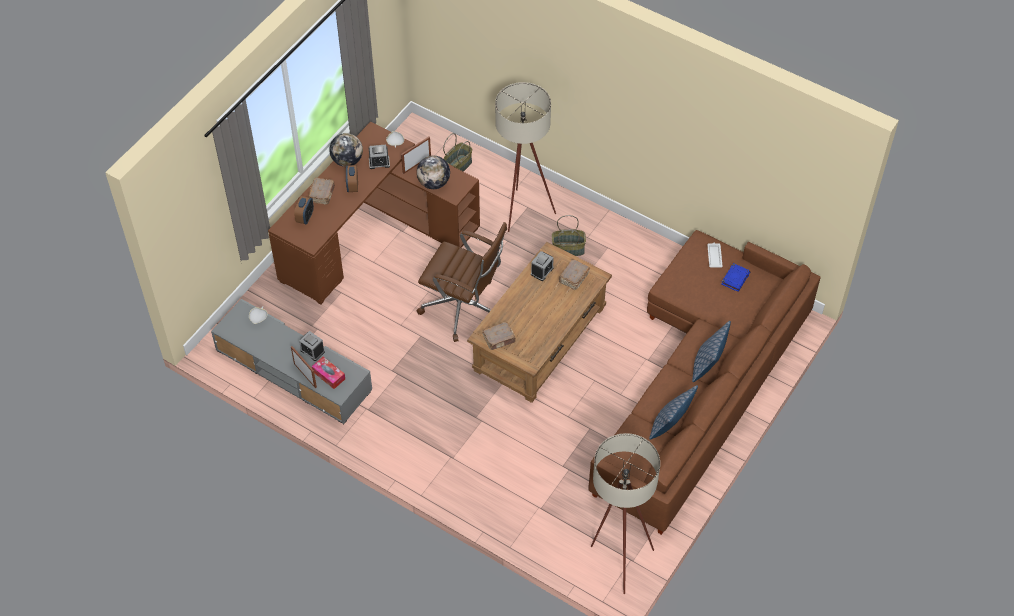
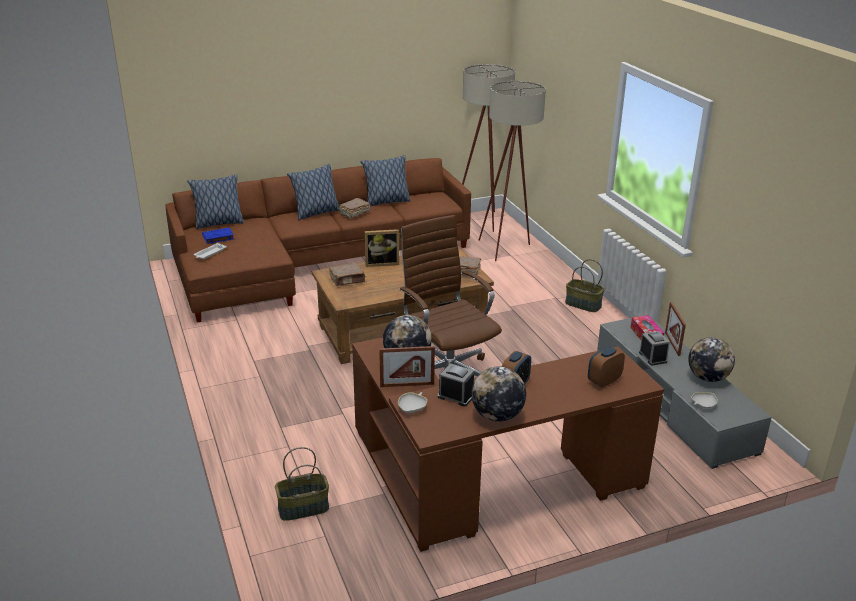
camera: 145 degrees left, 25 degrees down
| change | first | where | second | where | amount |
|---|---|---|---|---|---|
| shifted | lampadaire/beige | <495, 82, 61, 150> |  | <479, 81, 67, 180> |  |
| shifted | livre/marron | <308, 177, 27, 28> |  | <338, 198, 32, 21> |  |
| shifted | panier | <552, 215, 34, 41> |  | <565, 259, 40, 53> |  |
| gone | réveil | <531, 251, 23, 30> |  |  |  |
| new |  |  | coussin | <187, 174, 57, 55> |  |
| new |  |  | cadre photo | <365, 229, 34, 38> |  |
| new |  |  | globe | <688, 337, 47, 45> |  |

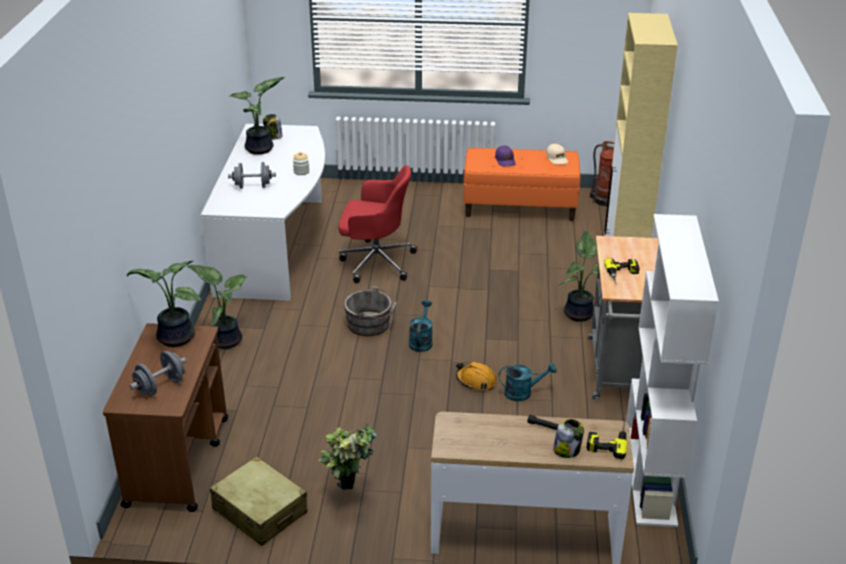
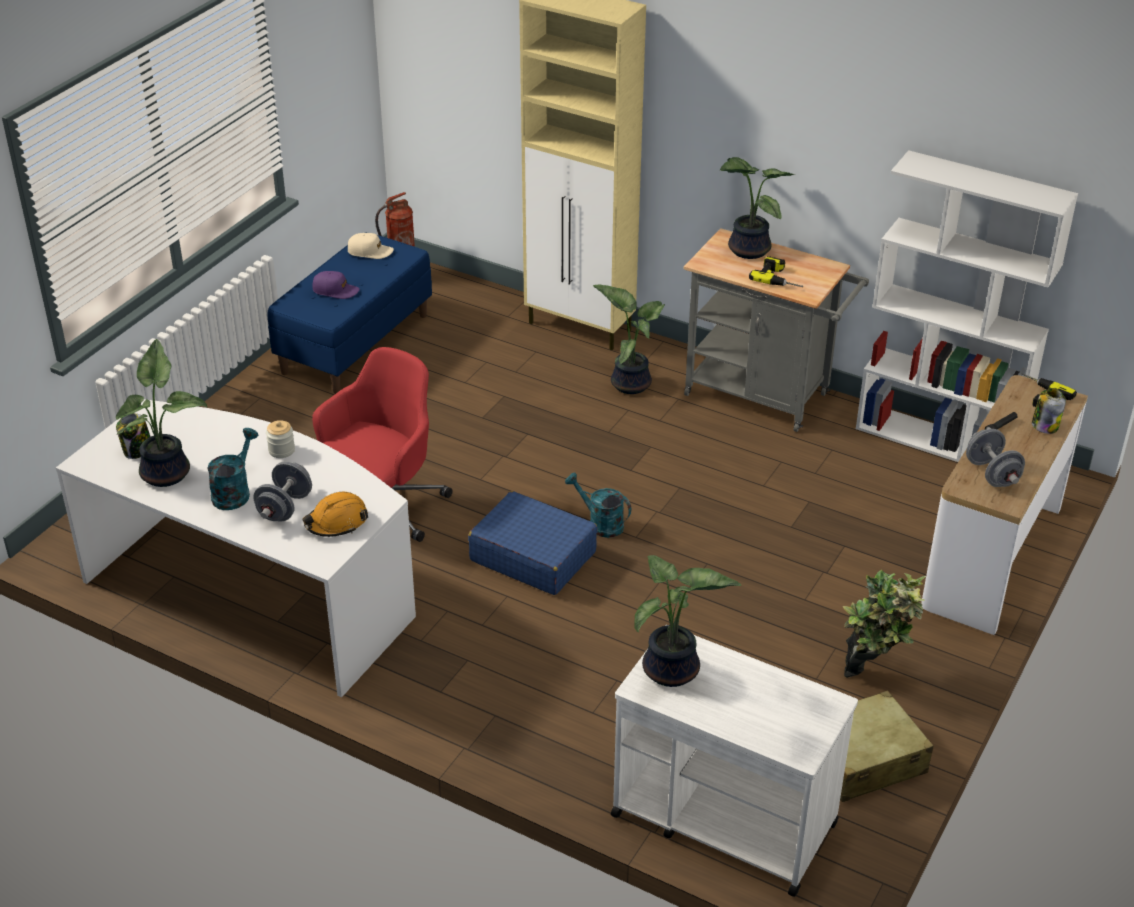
camera: 65 degrees left, 5 degrees up
| change | first | where | second | where | amount |
|---|---|---|---|---|---|
| repainted | banc/orange | <464, 148, 117, 73> | banc/bleu | <268, 232, 164, 162> |  |
| shifted | plante en pot | <187, 265, 60, 84> |  | <720, 157, 75, 102> |  |
| swapped | seau/gris | <344, 286, 53, 51> | valise/bleu | <468, 491, 130, 104> |  |
| repainted | chariot/marron | <103, 323, 125, 189> | chariot/blanc | <611, 625, 247, 272> |  |
| shifted | haltère/gris | <130, 351, 57, 45> |  | <966, 429, 59, 58> |  |
| shifted | casque de chantier/orange | <456, 362, 41, 28> |  | <303, 492, 65, 45> |  |
| shifted | arrosoir/turquoise | <499, 363, 58, 38> |  | <207, 428, 51, 82> |  |

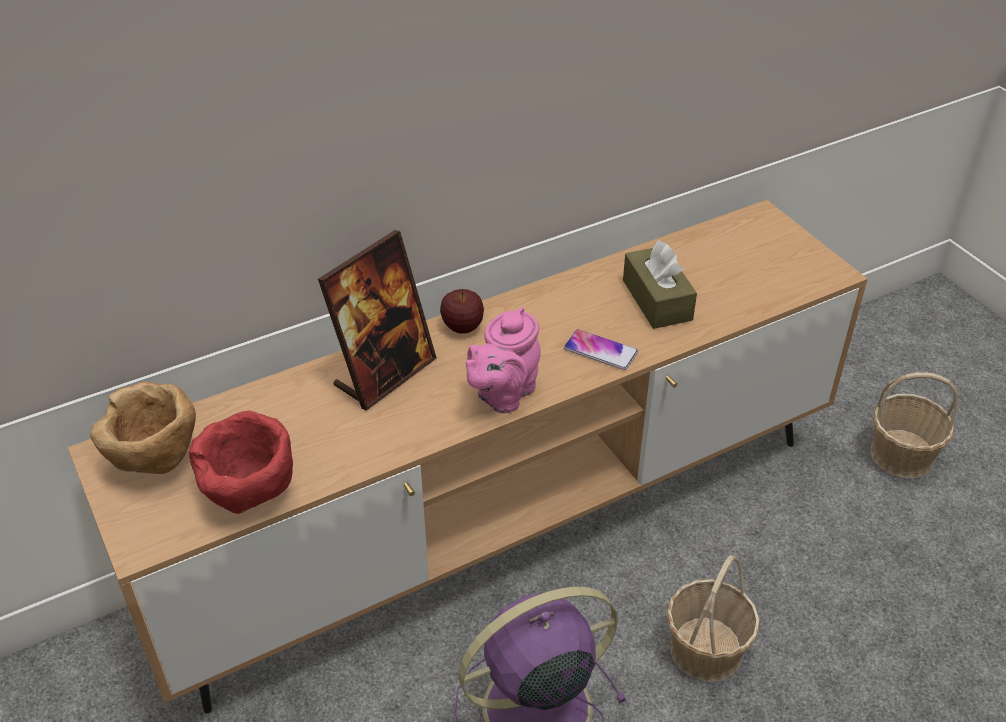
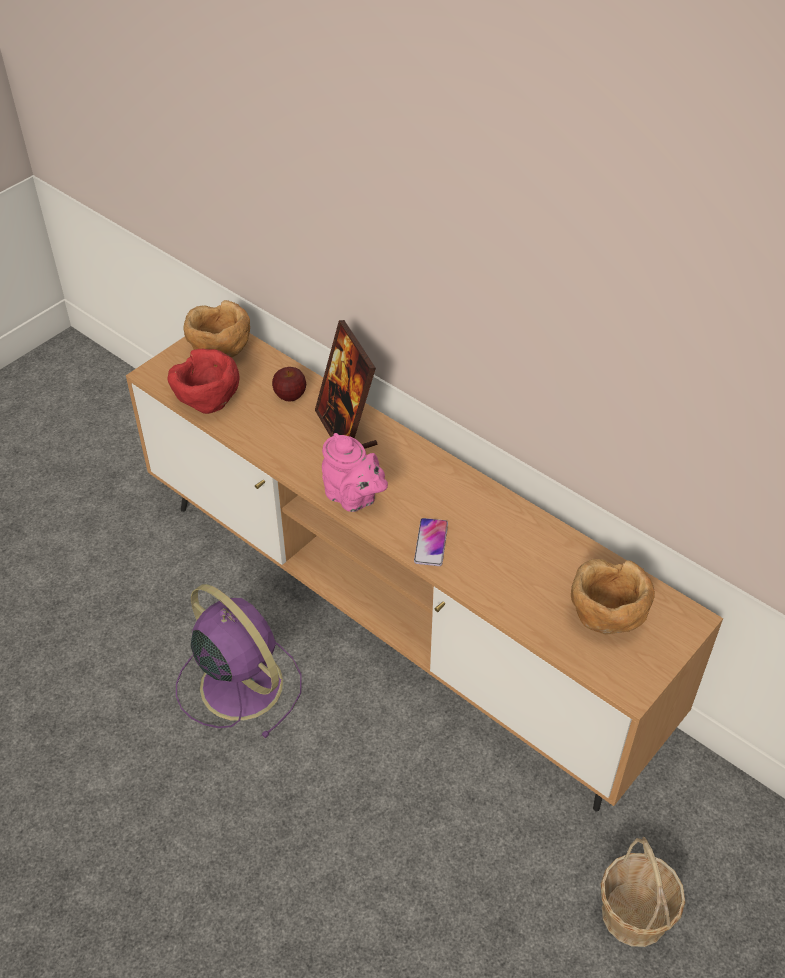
camera: 70 degrees right, 5 degrees up
| change | first | where | second | where | amount |
|---|---|---|---|---|---|
| rotated | cadre photo | <318, 230, 119, 181> |  | <315, 320, 62, 129> | 45 degrees clockwise |
| gone | boîte à mouchoirs/marron | <623, 240, 74, 89> |  |  |  |
| shifted | pomme | <440, 289, 44, 45> |  | <272, 367, 34, 34> |  |
| rotated | théière/rose | <465, 307, 75, 106> |  | <322, 433, 66, 79> | 150 degrees counterclockwise |
| gone | panier | <667, 555, 93, 127> |  |  |  |
| new |  |  | bol/marron | <571, 559, 84, 75> |  |

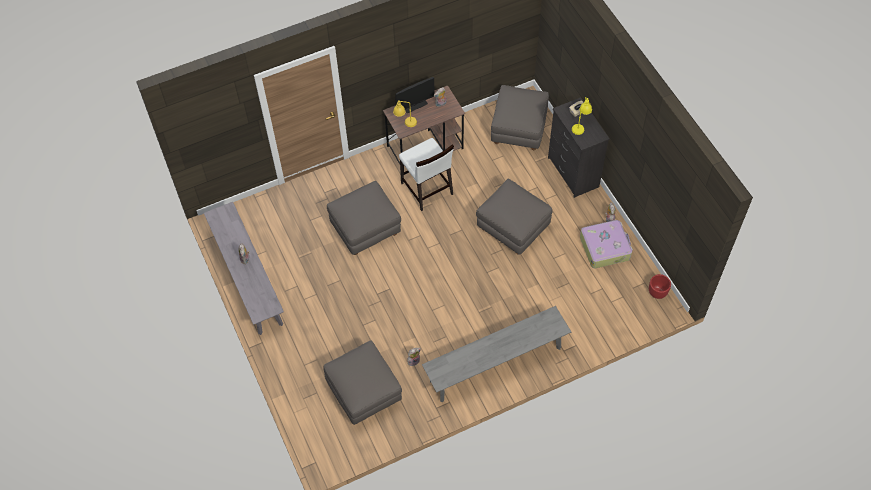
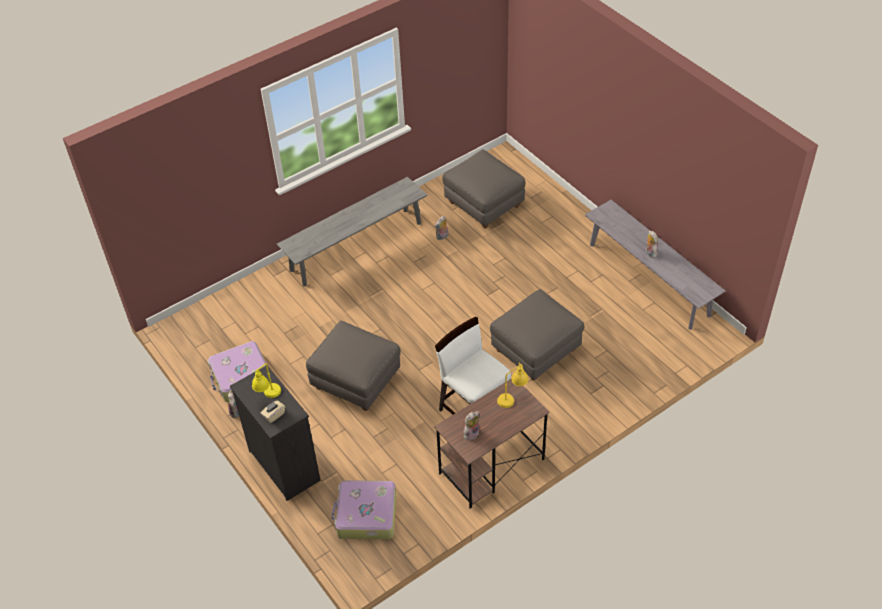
camera: 170 degrees right, 10 degrees down
| change | first | where | second | where | amount |
|---|---|---|---|---|---|
| gone | écran d'ordinateur | <395, 77, 40, 37> |  |  |  |
| swapped | pouf/gris | <491, 85, 58, 66> | valise | <331, 481, 65, 58> |  |
| gone | cache-pot/rouge | <649, 274, 22, 25> |  |  |  |

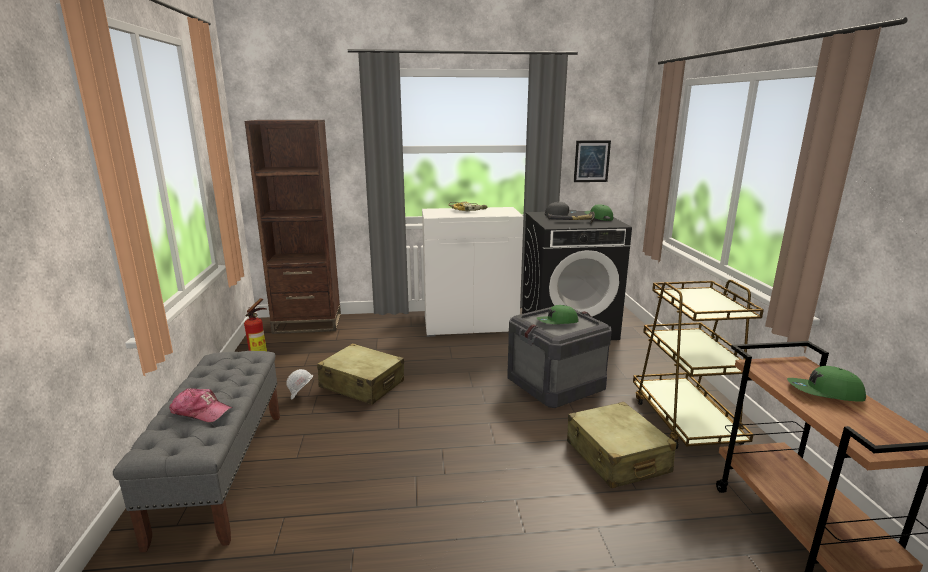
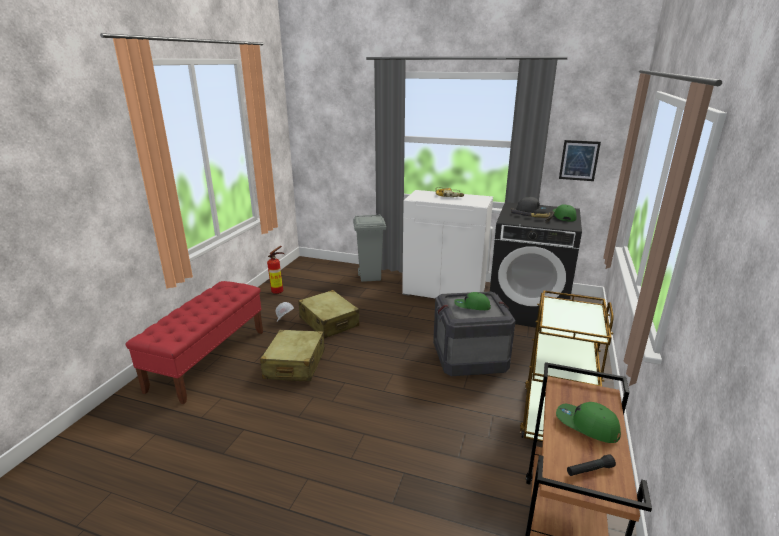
camera: 25 degrees right, 5 degrees up
| change | first | where | second | where | amount |
|---|---|---|---|---|---|
| gone | bibliothèque/marron | <245, 120, 96, 214> |  |  |  |
| repainted | banc/gris | <113, 351, 167, 202> | banc/rouge | <126, 281, 137, 123> |  |
| gone | casquette | <169, 388, 64, 34> |  |  |  |
| shifted | valise/beige | <567, 402, 109, 86> |  | <260, 330, 65, 52> |  |
| new |  |  | poubelle/gris | <353, 214, 33, 68> |  |
| new |  |  | lampe de poche/noir | <567, 454, 49, 22> |  |

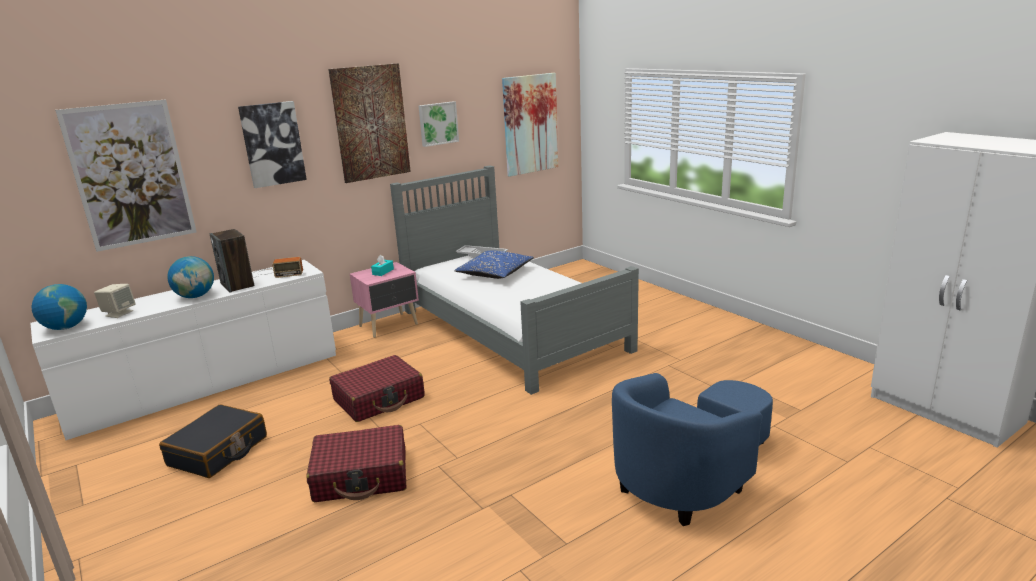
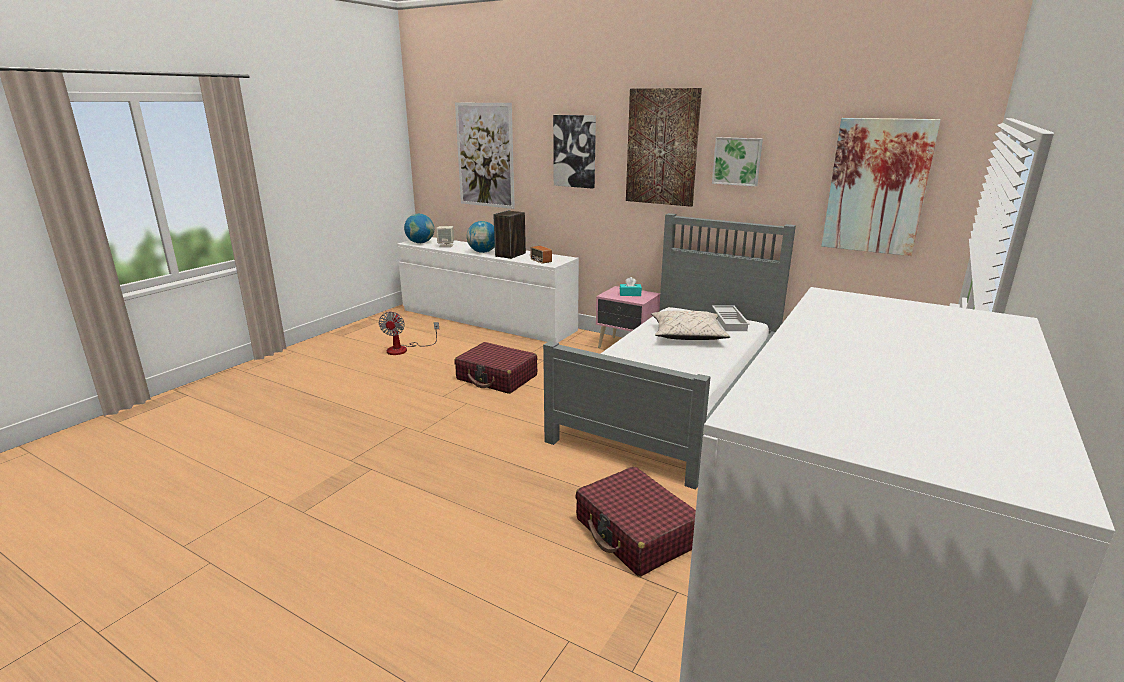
camera: 65 degrees right, 0 degrees up
| change | first | where | second | where | amount |
|---|---|---|---|---|---|
| repainted | coussin/bleu | <454, 251, 80, 28> | coussin/beige | <651, 310, 80, 30> |  |
| gone | fauteuil/bleu | <612, 373, 161, 153> |  |  |  |
| swapped | valise/noir | <159, 405, 108, 73> | ventilateur | <379, 312, 60, 43> |  |
| shifted | valise/rouge | <306, 425, 101, 77> |  | <576, 466, 120, 111> |  |

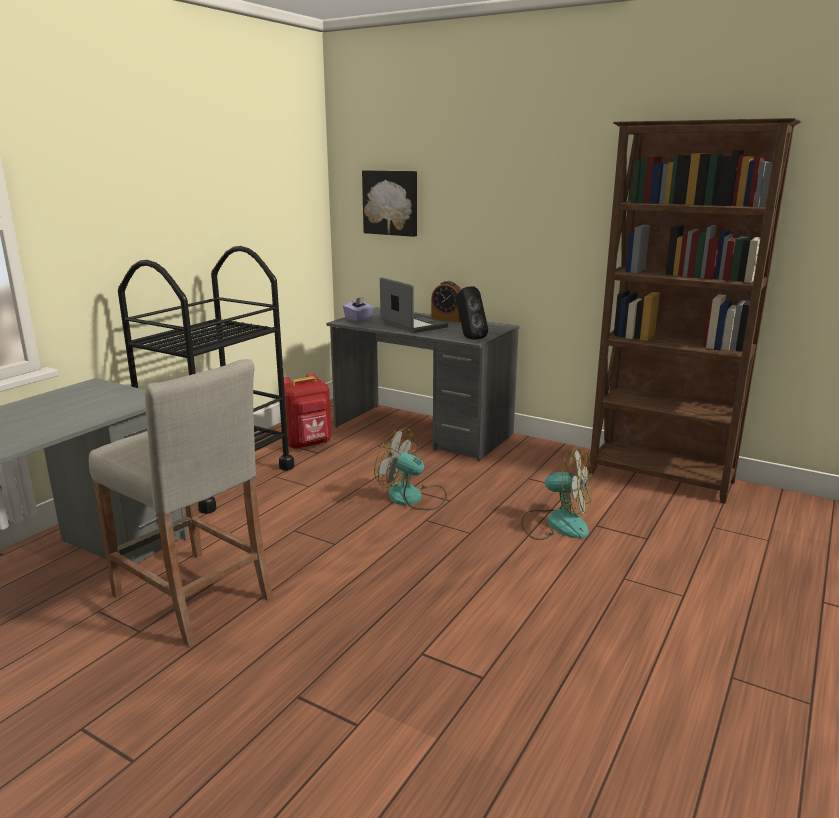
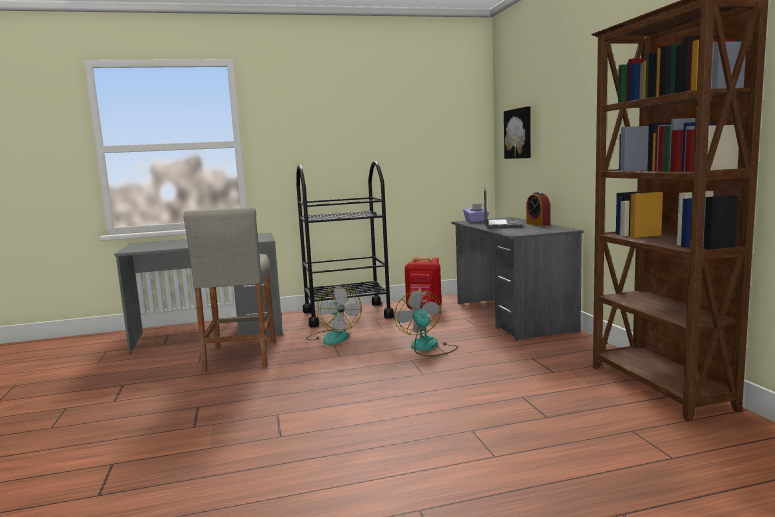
camera: 45 degrees right, 10 degrees down
| change | first | where | second | where | amount |
|---|---|---|---|---|---|
| gone | enceinte/noir | <456, 287, 32, 53> |  |  |  |
| shifted | ventilateur | <521, 448, 72, 92> |  | <306, 285, 56, 60> |  |

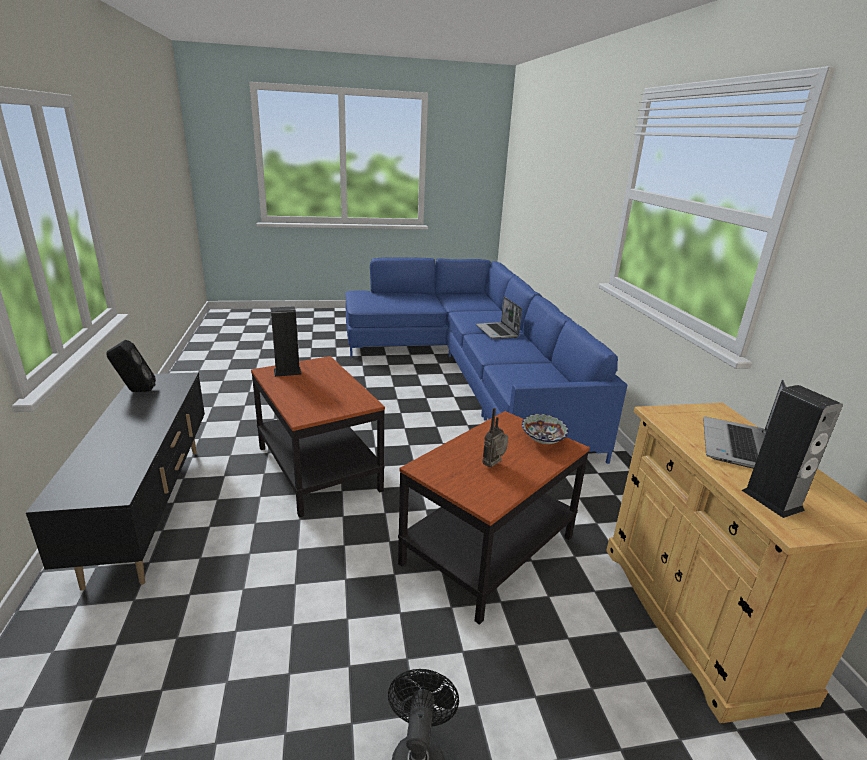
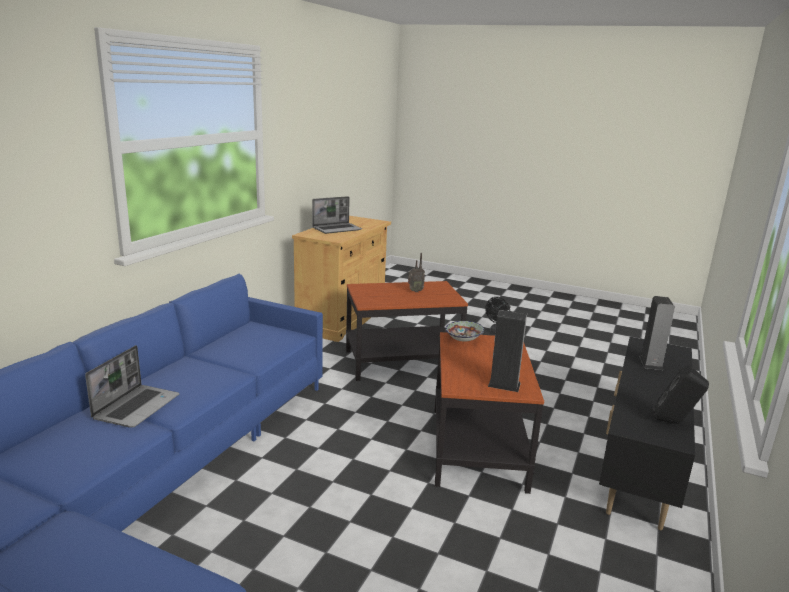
camera: 145 degrees left, 5 degrees down
| change | first | where | second | where | amount |
|---|---|---|---|---|---|
| shifted | enceinte | <741, 385, 102, 133> |  | <640, 296, 35, 74> |  |
| shifted | bol | <522, 414, 46, 30> |  | <445, 321, 39, 21> |  |

